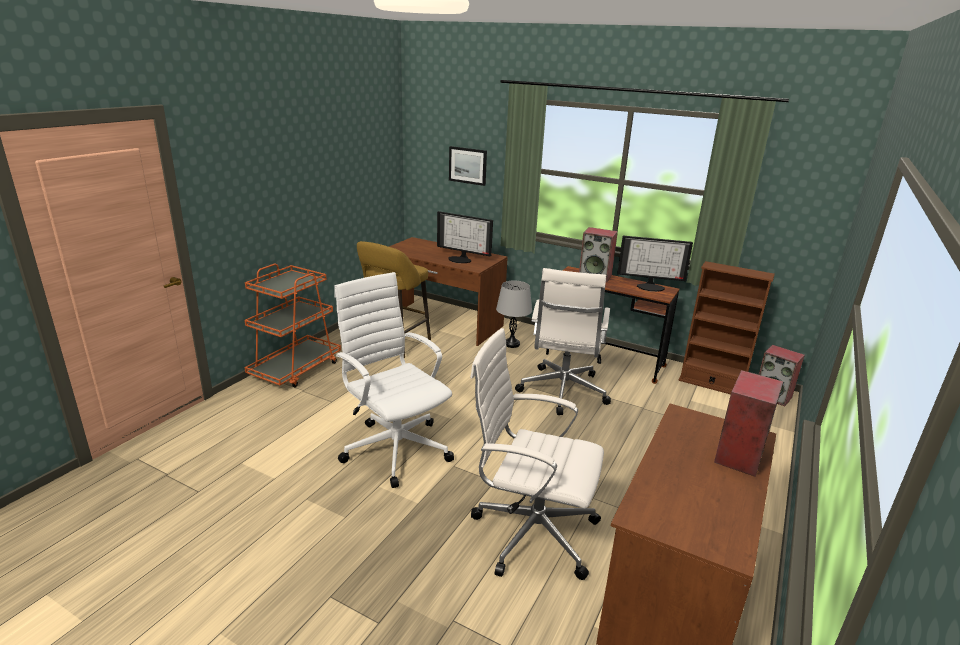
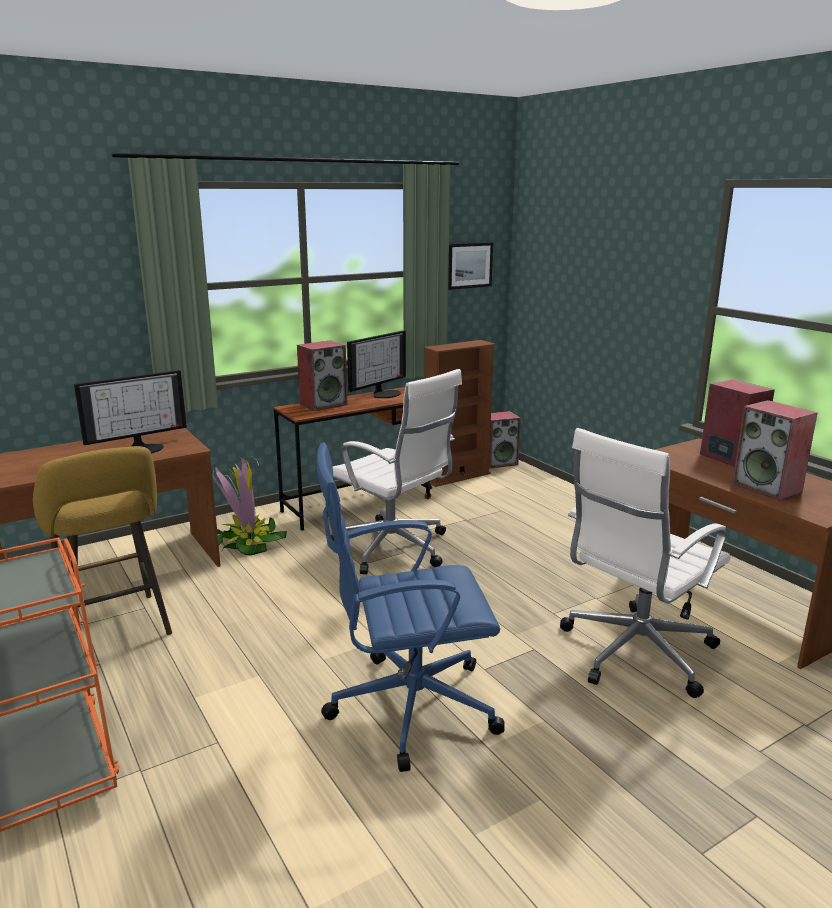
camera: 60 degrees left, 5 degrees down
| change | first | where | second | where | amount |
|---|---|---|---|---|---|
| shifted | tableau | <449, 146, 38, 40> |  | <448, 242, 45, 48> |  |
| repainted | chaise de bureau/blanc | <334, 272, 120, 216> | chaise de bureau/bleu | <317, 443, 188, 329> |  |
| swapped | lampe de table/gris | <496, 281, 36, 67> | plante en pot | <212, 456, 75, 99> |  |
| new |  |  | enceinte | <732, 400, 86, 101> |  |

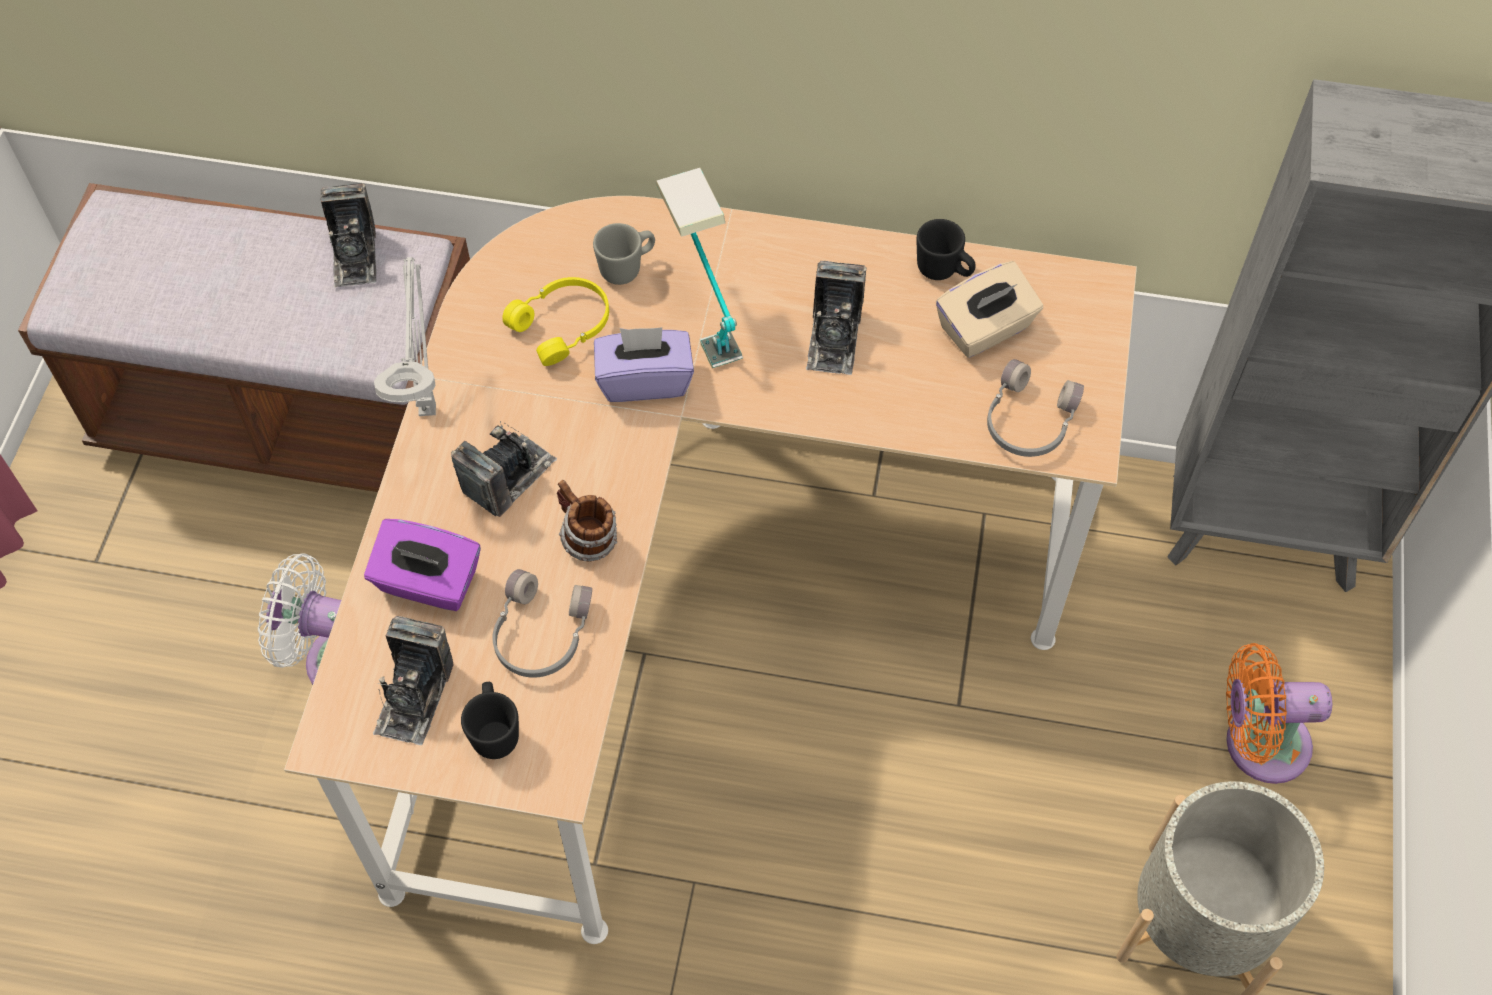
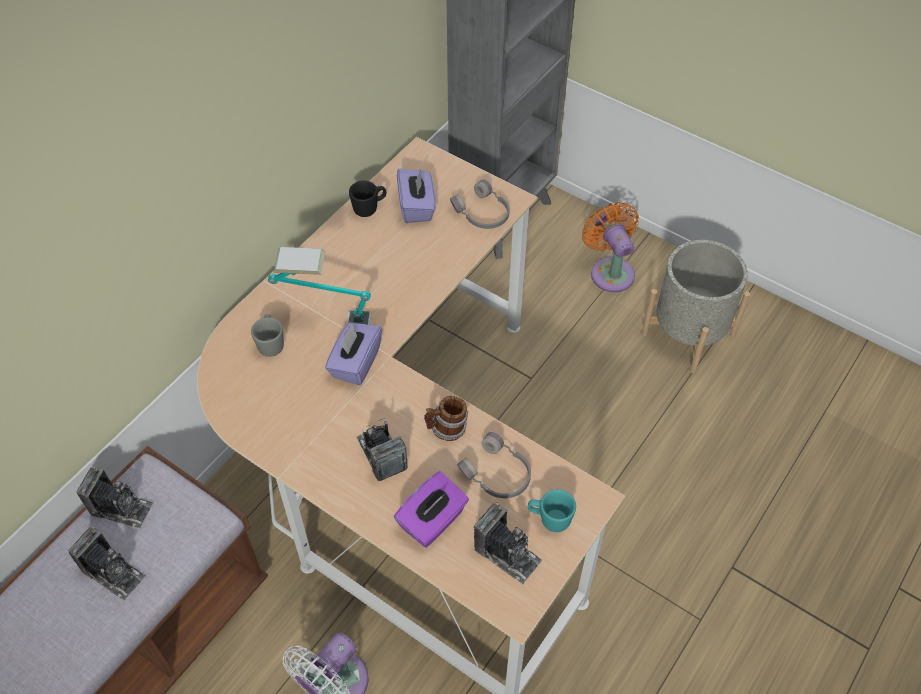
camera: 65 degrees left, 5 degrees down
| change | first | where | second | where | amount |
|---|---|---|---|---|---|
| gone | lampe de table/gris | <374, 257, 62, 159> |  |  |  |
| shifted | appareil photo | <806, 261, 61, 114> |  | <68, 527, 77, 74> |  |
| repainted | boîte à mouchoirs/beige | <936, 261, 107, 97> | boîte à mouchoirs/violet | <397, 169, 39, 54> |  |
| gone | casque audio/jaune | <502, 277, 107, 89> |  |  |  |
| rotated | ventilateur/orange | <1226, 643, 106, 141> |  | <582, 202, 57, 90> | 135 degrees clockwise |
| repainted | mug/noir | <461, 682, 58, 77> | mug/turquoise | <528, 489, 48, 43> |  |

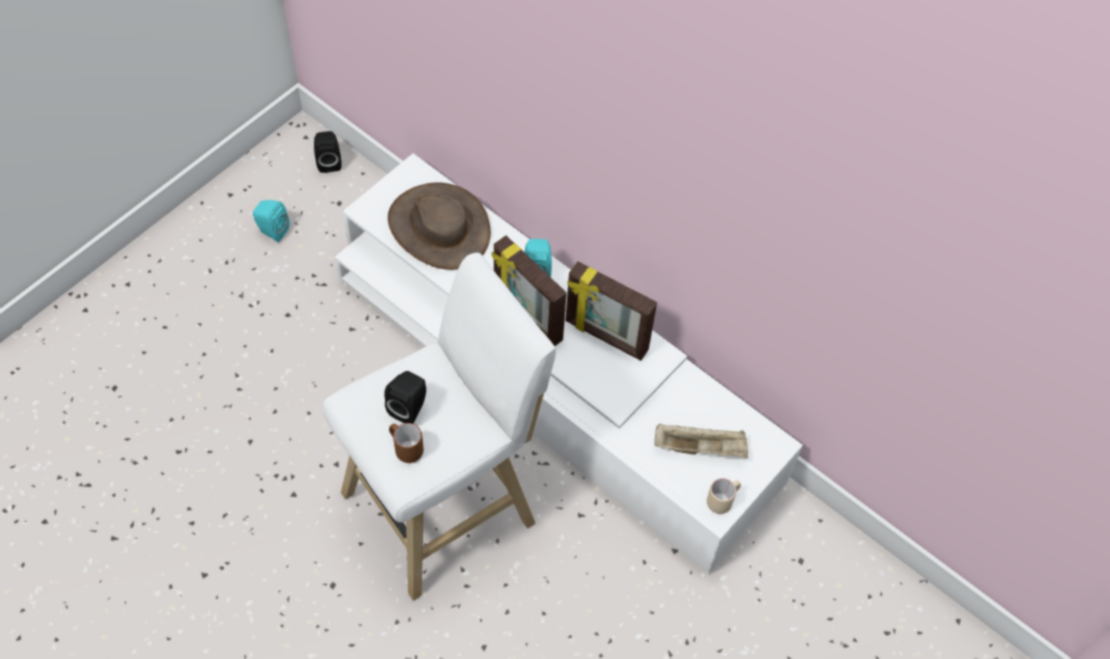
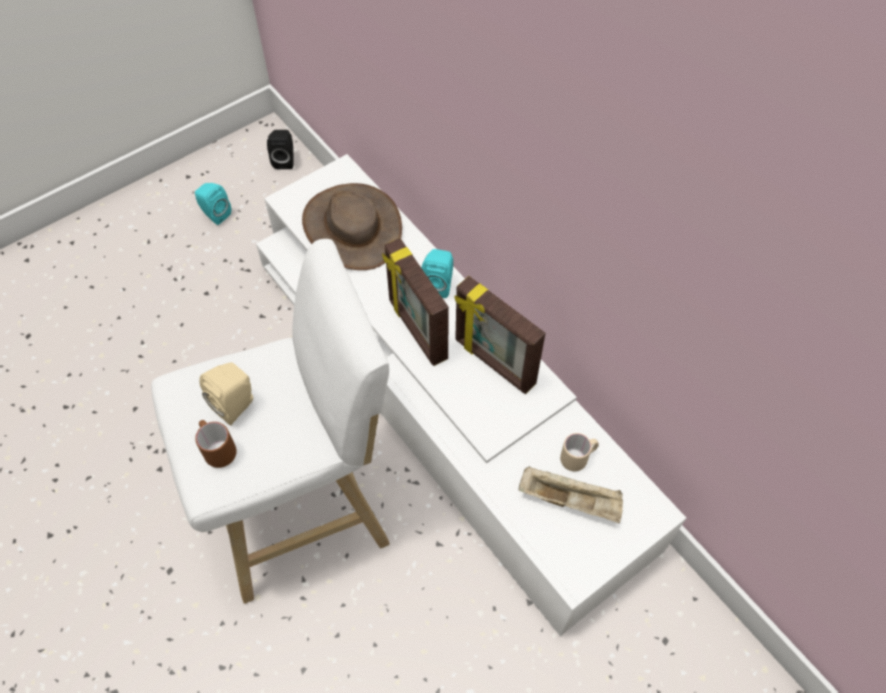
camera: 15 degrees right, 0 degrees up
| change | first | where | second | where | amount |
|---|---|---|---|---|---|
| repainted | enceinte/noir | <384, 371, 42, 53> | enceinte/beige | <199, 362, 54, 64> |  |
| shifted | mug/beige | <707, 478, 34, 36> |  | <560, 433, 39, 38> |  |

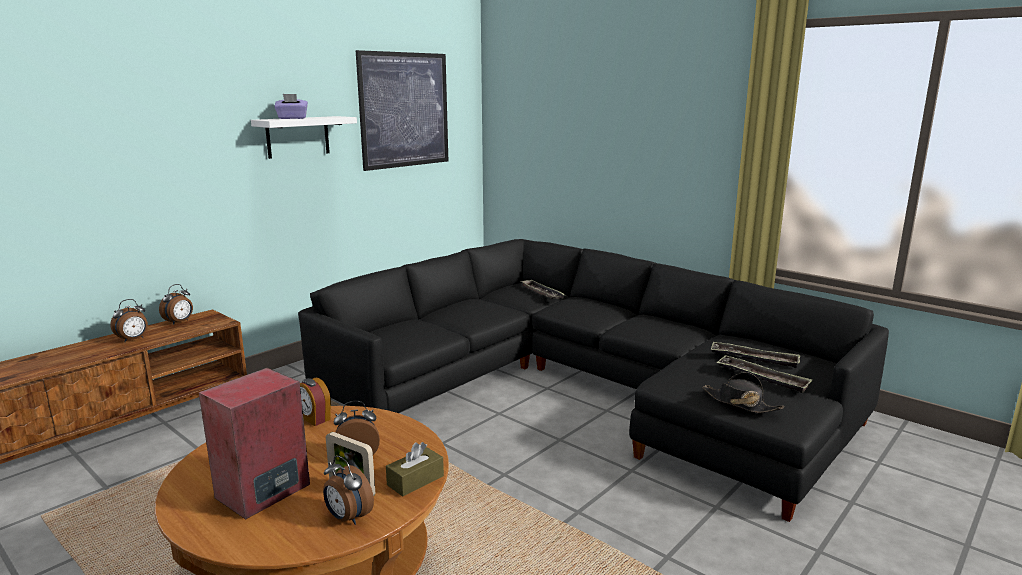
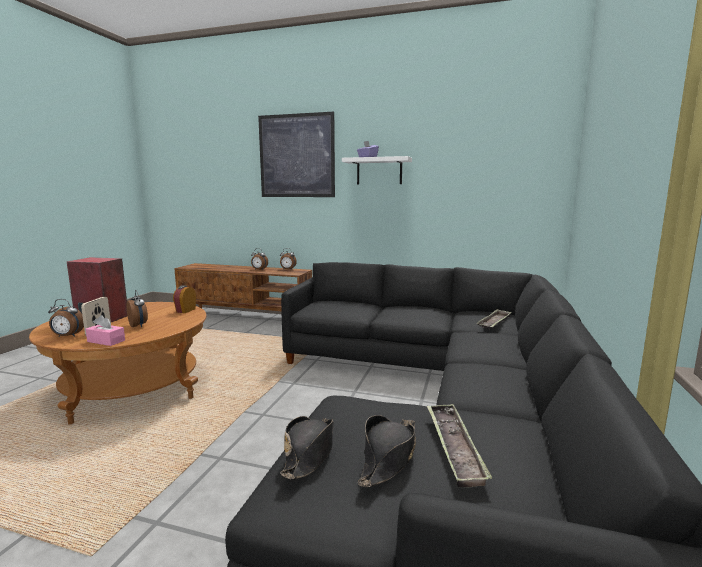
camera: 65 degrees right, 5 degrees down
| change | first | where | second | where | amount |
|---|---|---|---|---|---|
| shifted | tableau | <356, 50, 92, 121> |  | <258, 112, 77, 85> |  |
| swapped | plateau | <716, 355, 97, 38> | chapeau/noir | <358, 415, 58, 72> |  |
| repainted | boîte à mouchoirs/marron | <386, 442, 58, 55> | boîte à mouchoirs/rose | <86, 315, 39, 31> |  |
| rotated | réveil | <323, 455, 51, 70> |  | <48, 299, 36, 38> | 105 degrees counterclockwise |

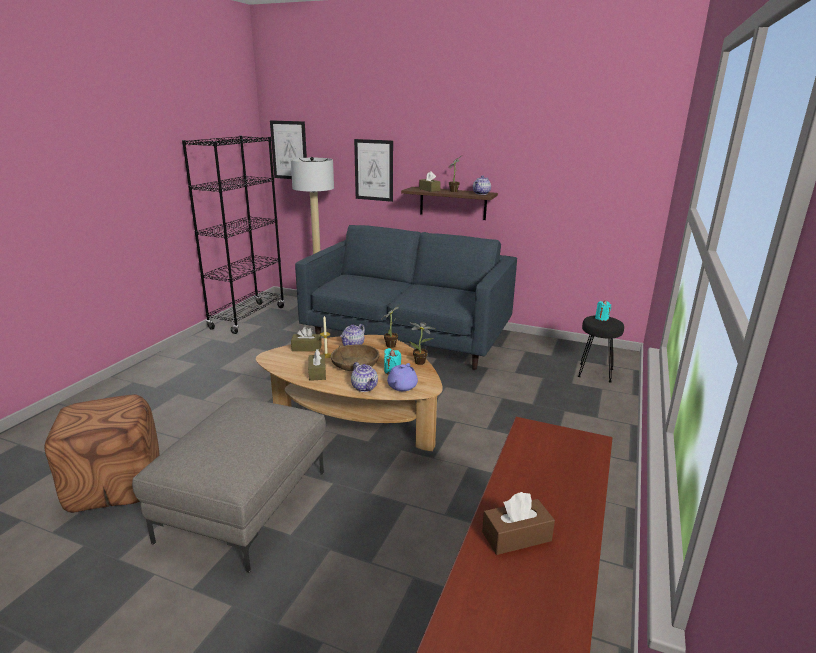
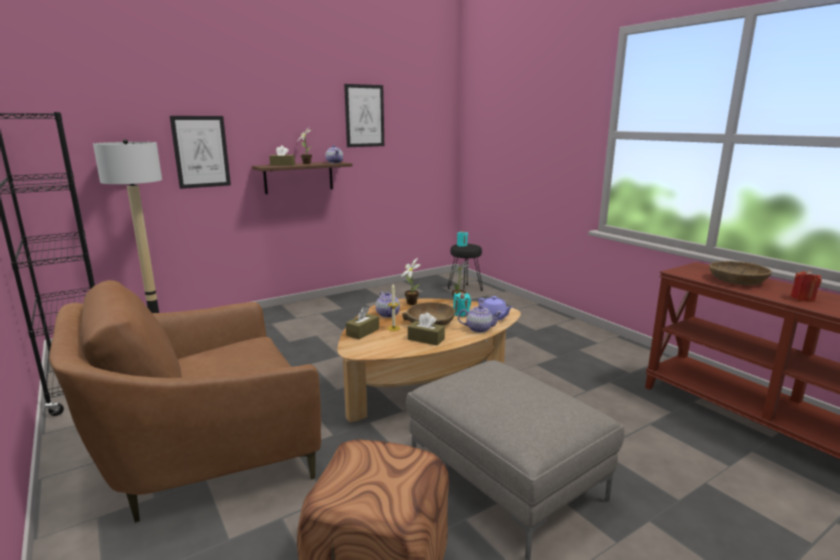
camera: 55 degrees left, 5 degrees down
| change | first | where | second | where | amount |
|---|---|---|---|---|---|
| shifted | tableau | <270, 120, 37, 59> |  | <344, 84, 40, 63> |  |
| gone | canapé/bleu | <295, 225, 222, 145> |  |  |  |
| swapped | boîte à mouchoirs/marron | <482, 492, 73, 63> | bougie/rouge | <791, 270, 31, 32> |  |
| new |  |  | bol/marron | <709, 261, 63, 24> |  |
| new |  |  | fauteuil/marron | <49, 280, 272, 243> |  |

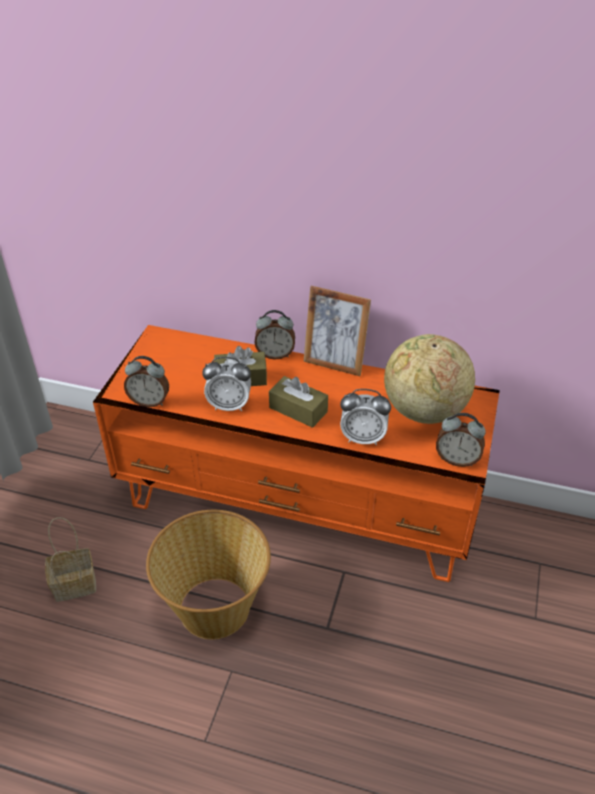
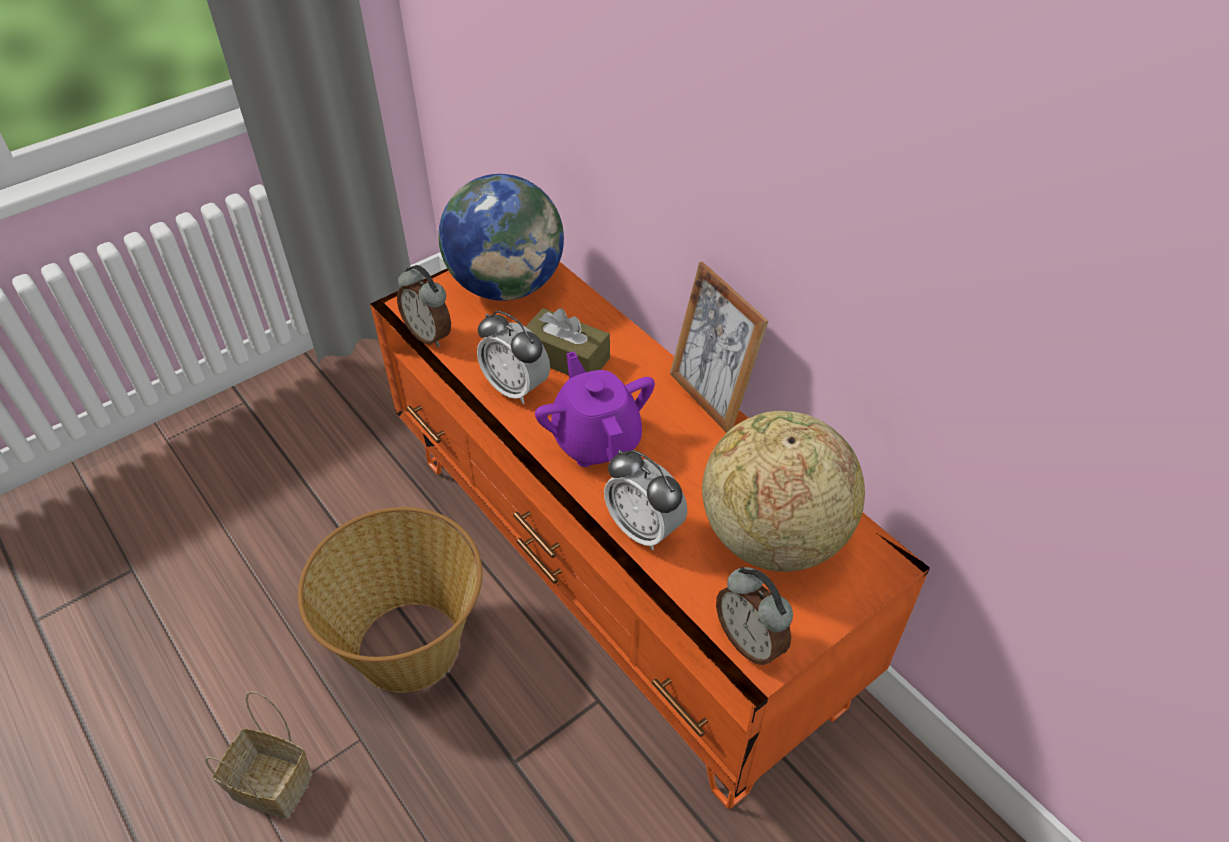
camera: 35 degrees right, 5 degrees up
| change | first | where | second | where | amount |
|---|---|---|---|---|---|
| gone | réveil | <254, 310, 41, 50> |  |  |  |
| swapped | boîte à mouchoirs/marron | <269, 376, 59, 52> | théière/violet | <535, 351, 120, 116> |  |
| shifted | panier | <45, 517, 51, 85> |  | <205, 691, 108, 128> |  |
| new |  |  | globe | <438, 174, 126, 127> |  |

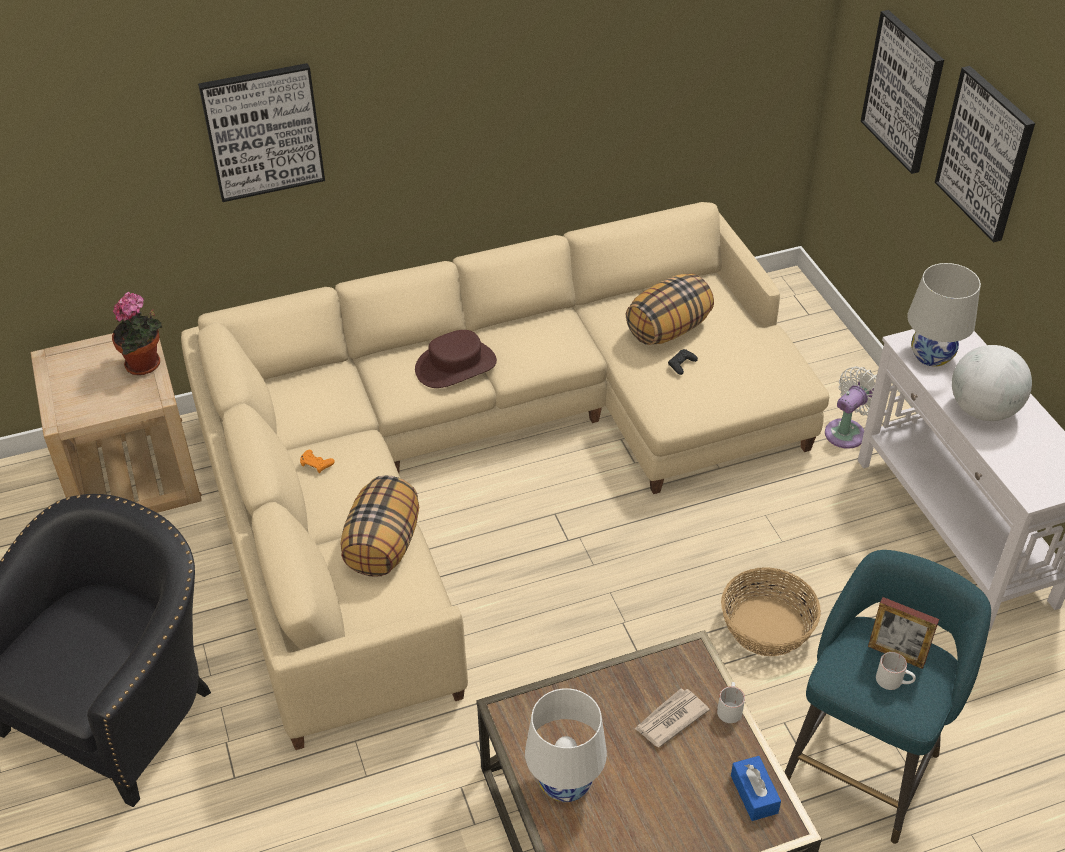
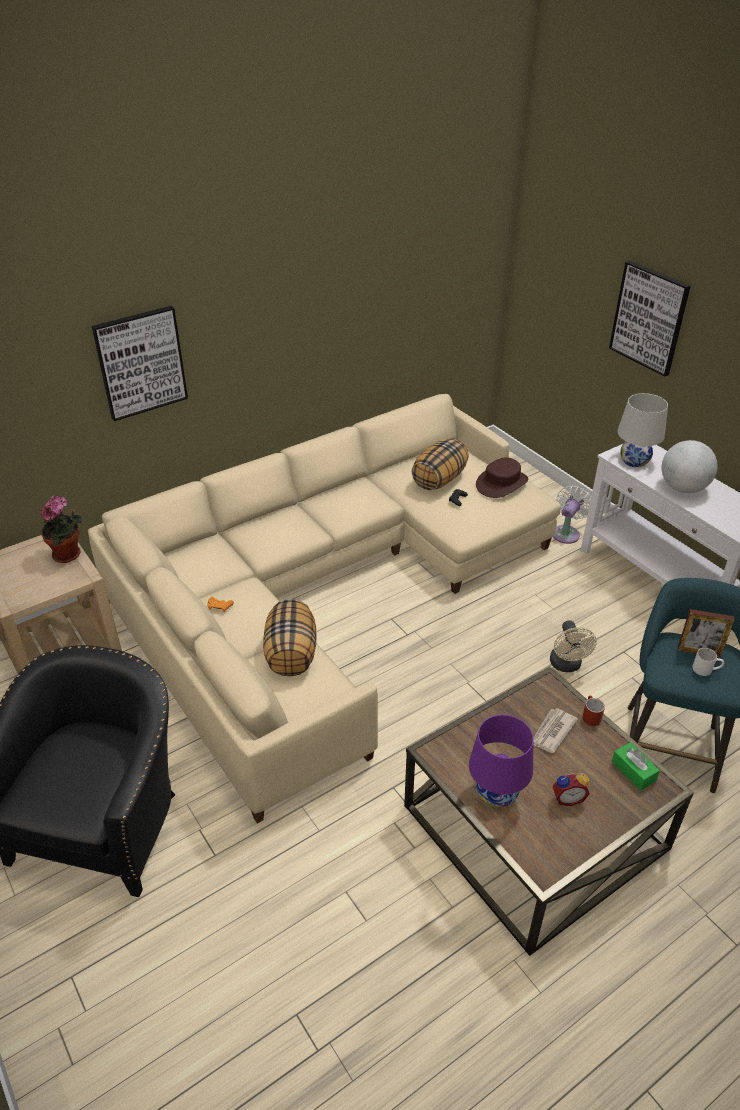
camera: 15 degrees left, 5 degrees down
| change | first | where | second | where | amount |
|---|---|---|---|---|---|
| gone | tableau | <861, 10, 83, 164> |  |  |  |
| shifted | chapeau/marron | <415, 330, 82, 58> |  | <476, 457, 52, 41> |  |
| swapped | panier | <721, 567, 100, 89> | ventilateur/beige | <550, 620, 47, 52> |  |
| repainted | mug/blanc | <717, 682, 28, 41> | mug/rouge | <582, 695, 23, 31> |  |
| repainted | lampe de table/blanc | <525, 688, 82, 114> | lampe de table/violet | <469, 715, 64, 93> |  |
| repainted | boîte à mouchoirs/bleu | <731, 756, 50, 65> | boîte à mouchoirs/vert | <612, 742, 48, 49> |  |
| new |  |  | réveil | <552, 772, 38, 34> |  |

